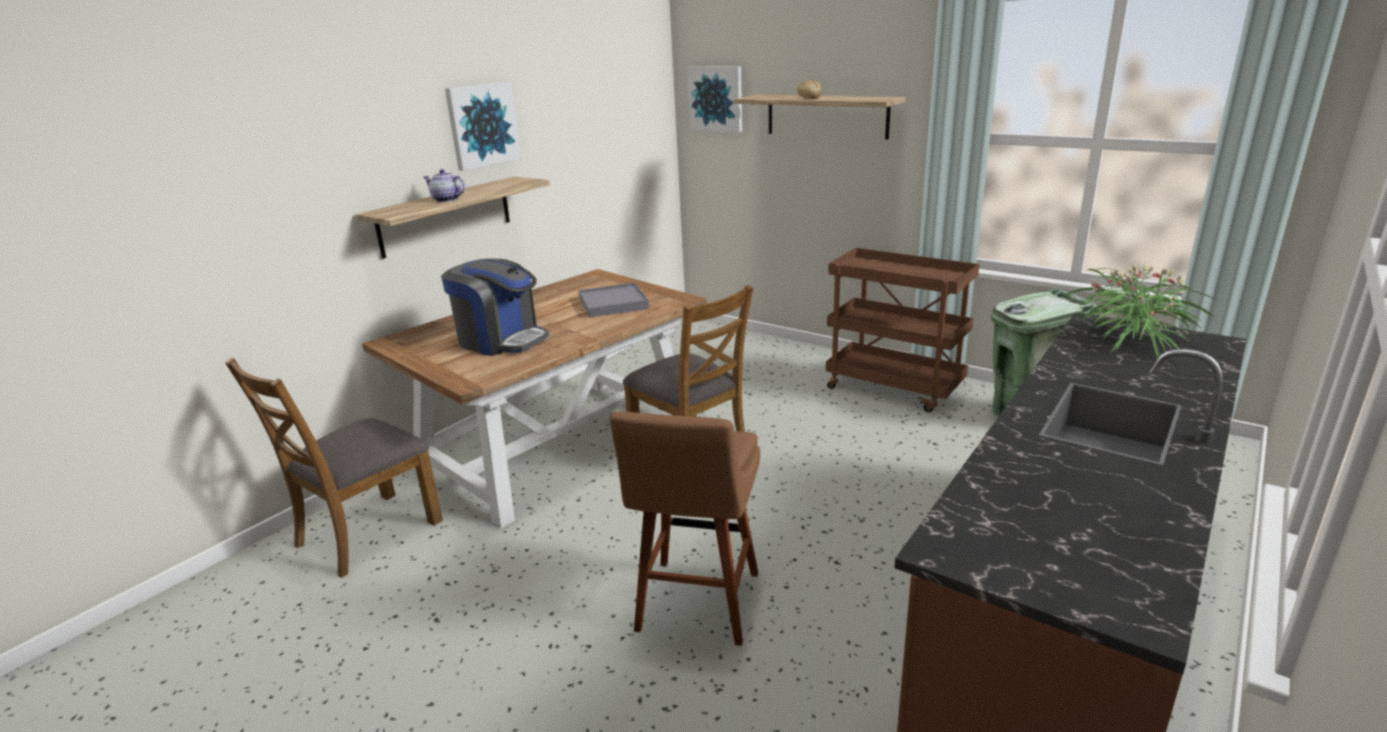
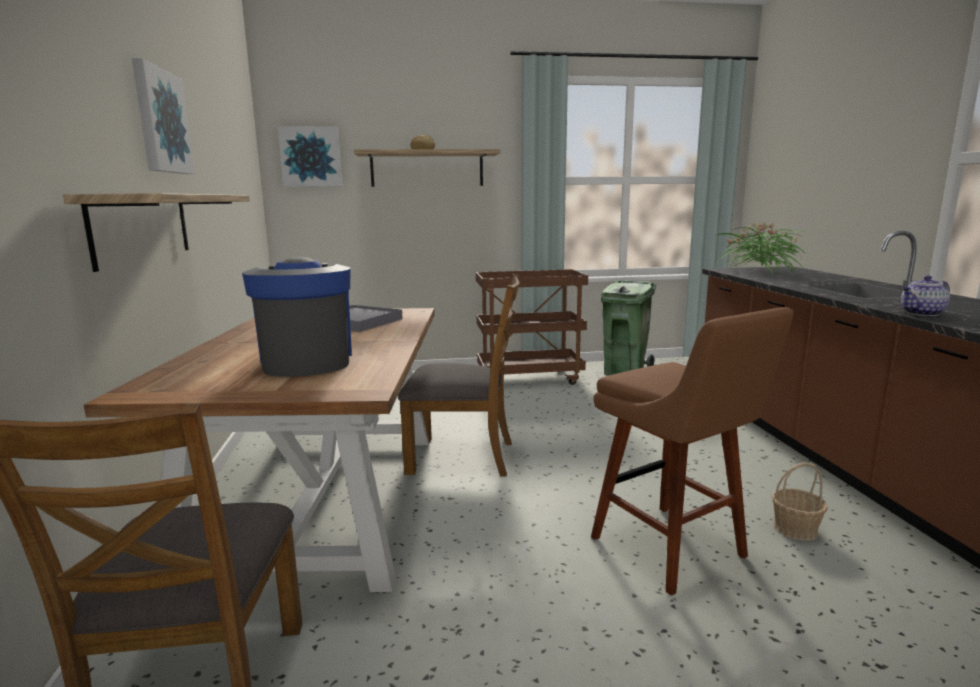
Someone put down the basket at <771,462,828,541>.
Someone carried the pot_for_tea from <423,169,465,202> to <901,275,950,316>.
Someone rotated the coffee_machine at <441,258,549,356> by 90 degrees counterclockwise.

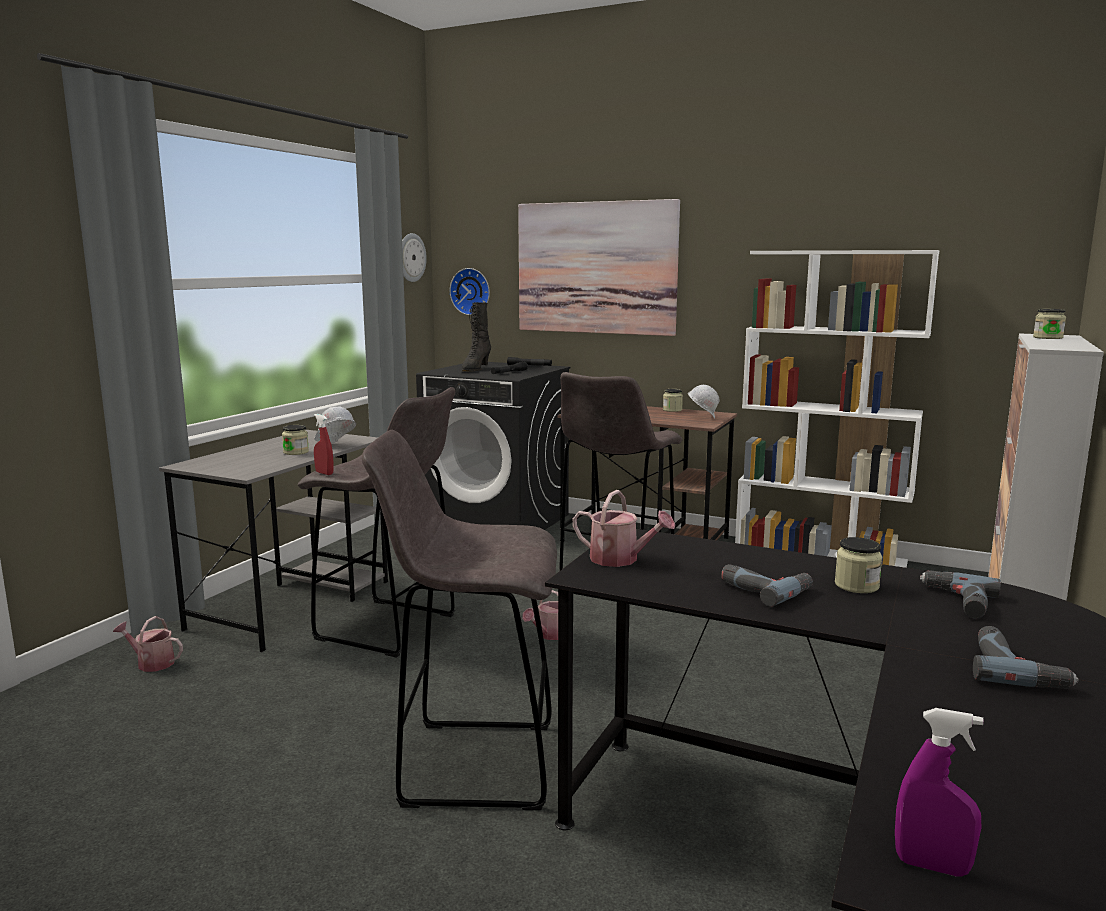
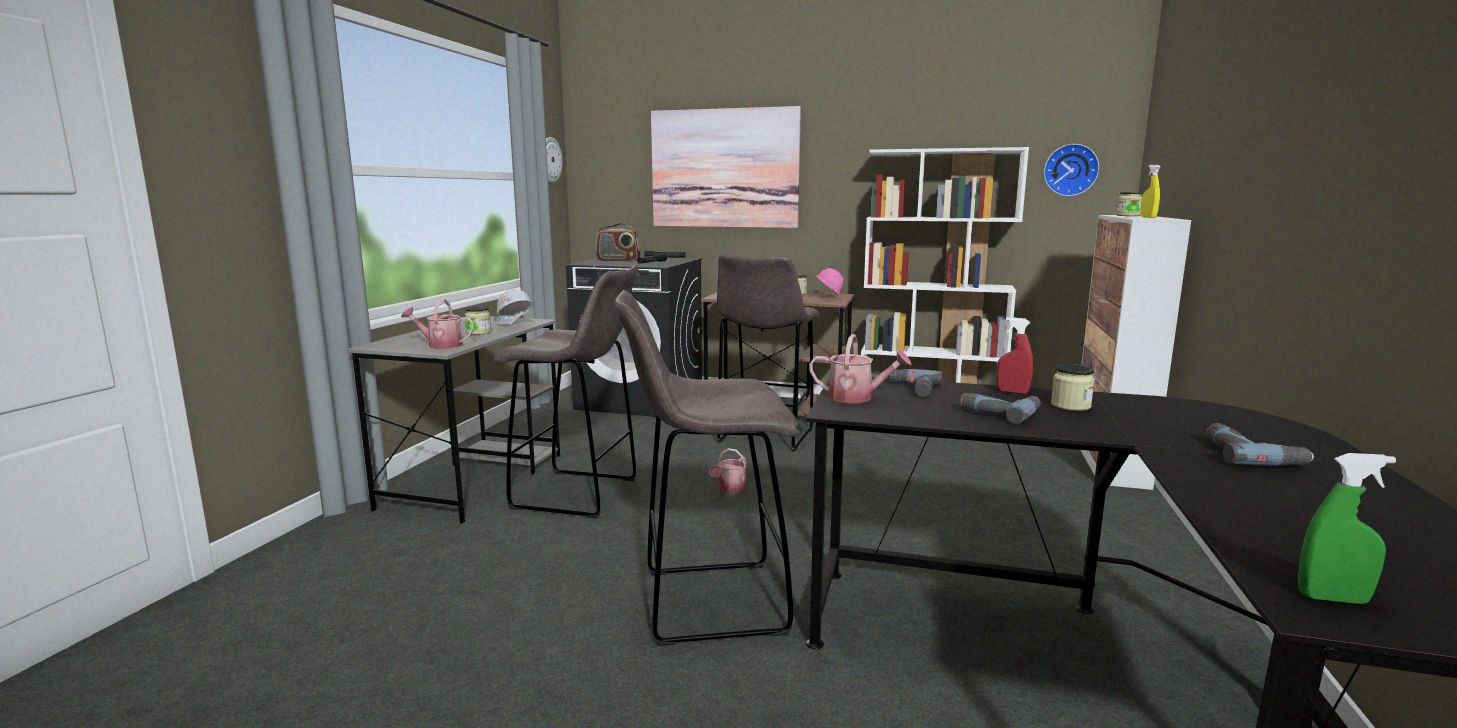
Someone put down the yellow_sprayer at <1140,165,1160,218>.
Someone carried the watering_pot from <113,616,183,672> to <401,299,474,349>.
Someone carried the red-coloured_sprayer from <314,414,334,475> to <997,317,1033,394>.
Someone carried the clock_on_the_wall from <450,268,490,315> to <1044,144,1099,196>.
Someone carried the power_drill from <920,570,1001,618> to <887,369,942,397>.
Someone swapped the black-coloured_high-top_boot at <462,302,491,371> for the radio_receiver at <596,223,641,262>.
Someone repainted the white_work_helmet at <688,385,720,418>, which became the pink-coloured_work_helmet at <816,268,843,297>.
Someone repainted the purplish_sprayer at <895,708,983,876>, which became the green_sprayer at <1298,453,1396,604>.

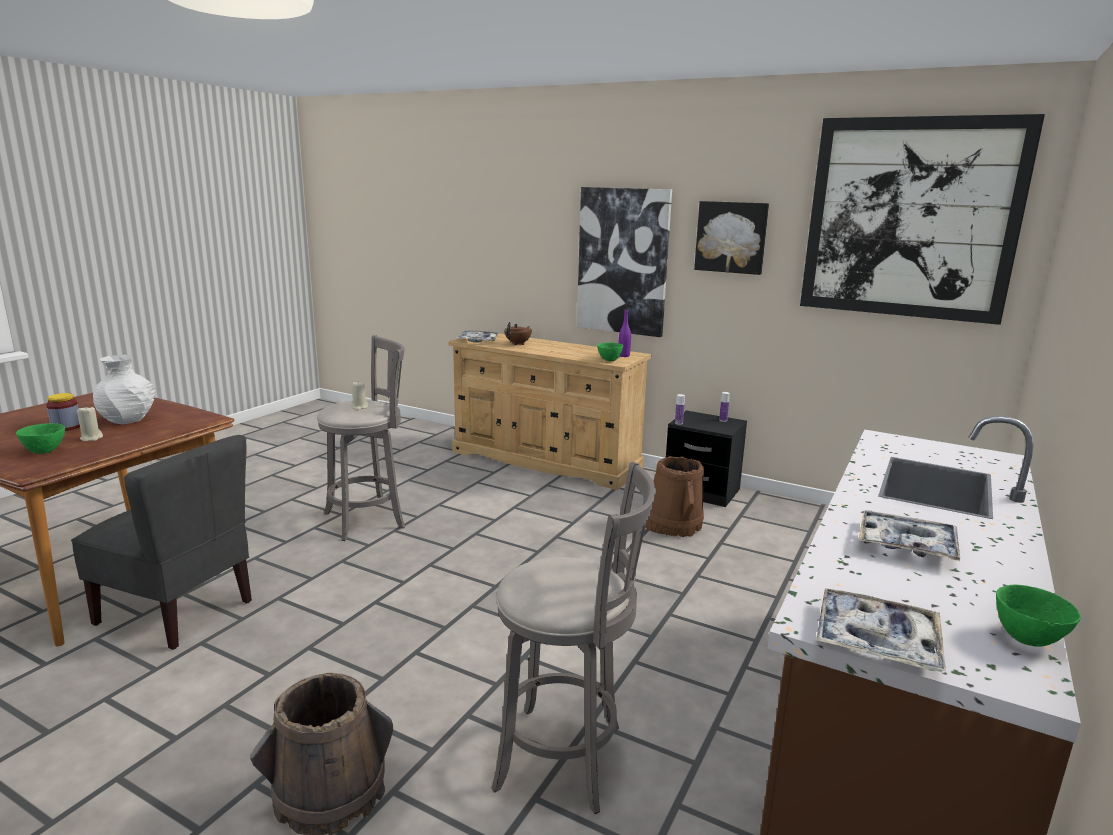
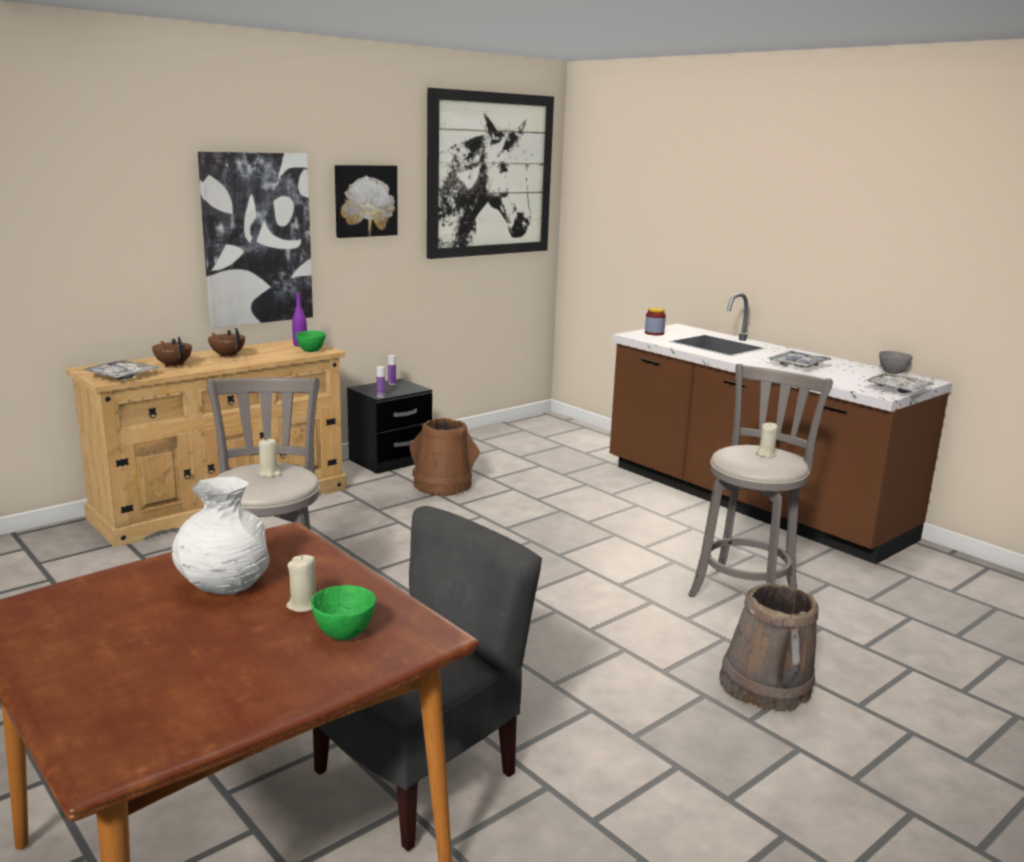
Someone put down the brown_pot_for_tea at <208,328,245,358>.
Someone put down the beige-coloured_candle at <756,422,778,458>.
Someone carried the storage_jar from <46,393,80,431> to <645,307,666,335>.
Someone repainted the green_serving_bowl at <996,585,1081,647>, which became the greyish_serving_bowl at <879,351,913,374>.

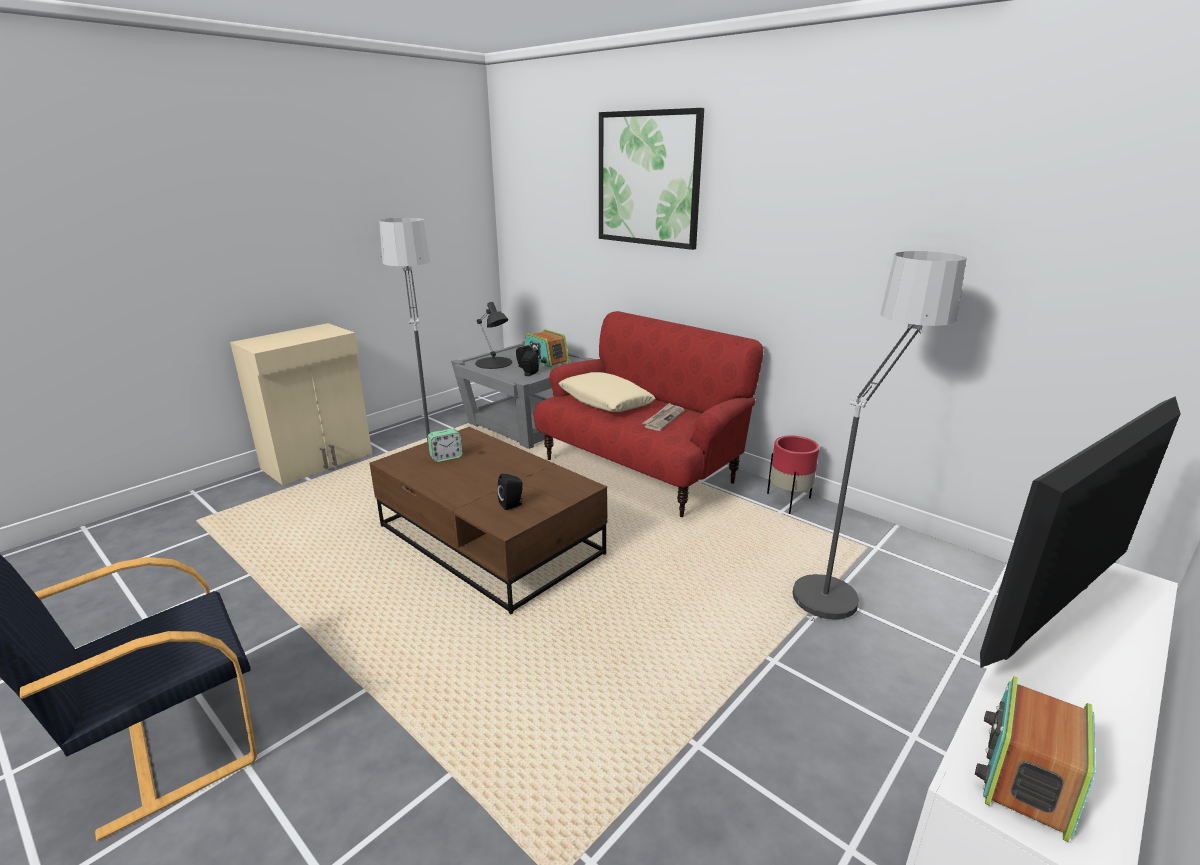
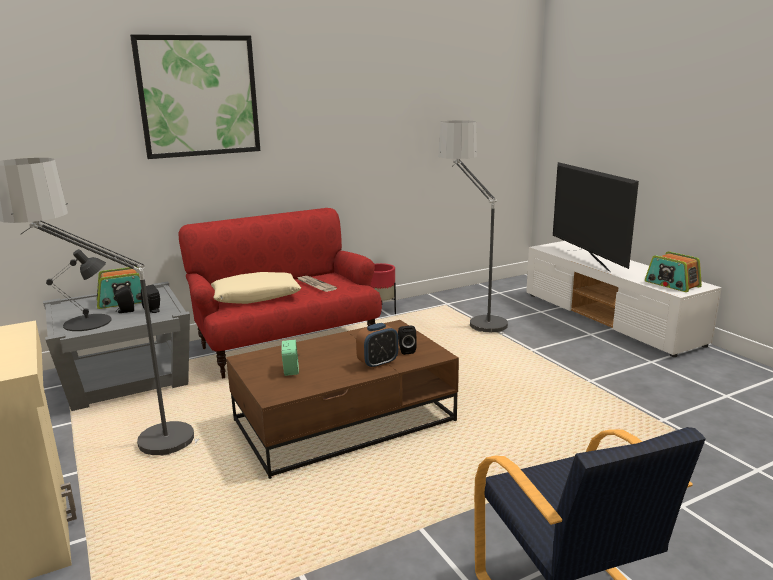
Someone put down the table_clock at <356,323,398,369>.

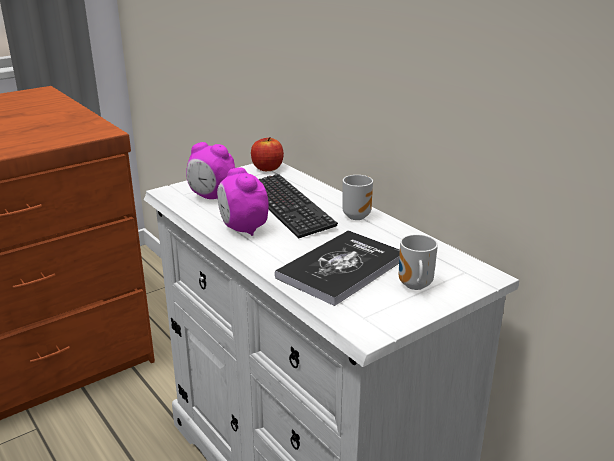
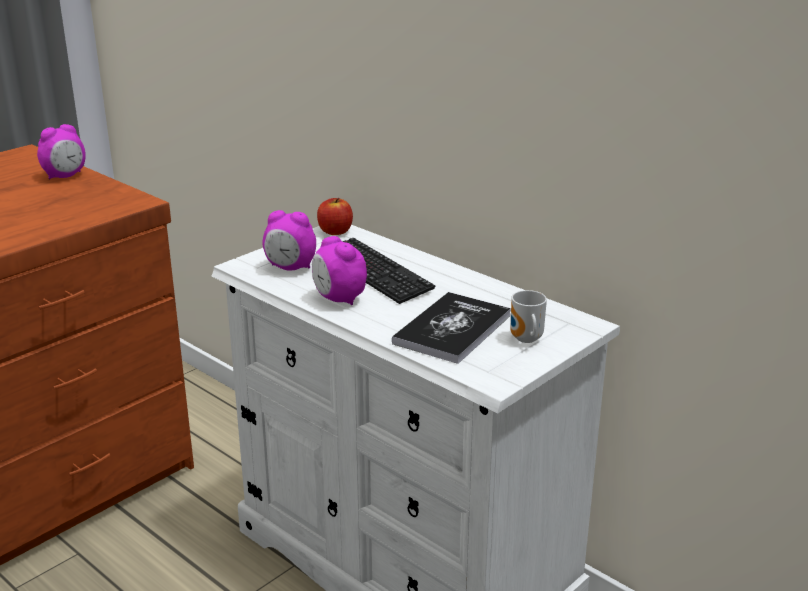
Someone took away the tea_mug at <342,175,373,220>.
Someone put down the table_clock at <37,124,86,179>.

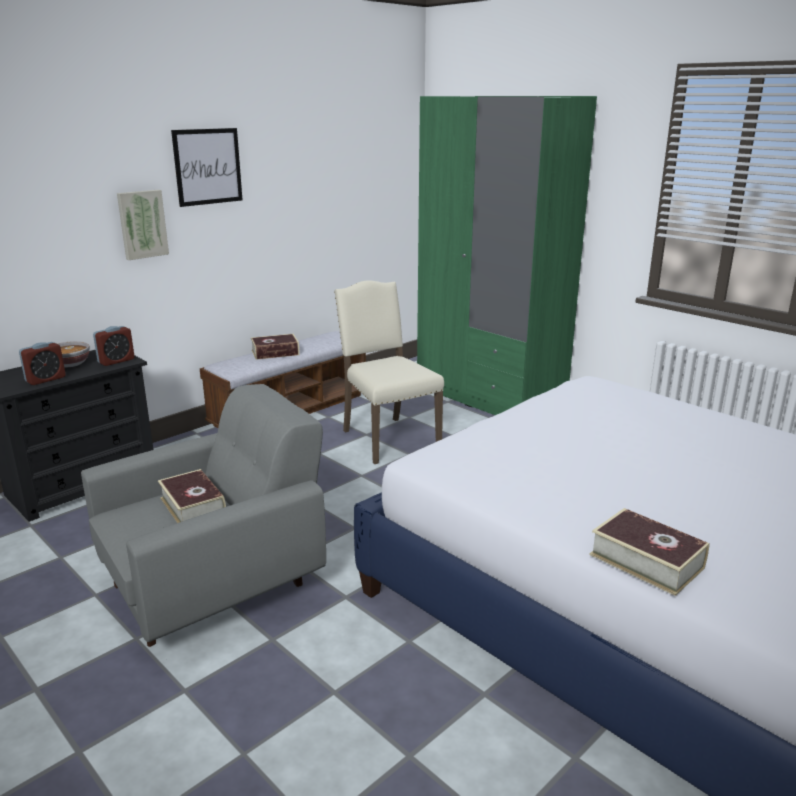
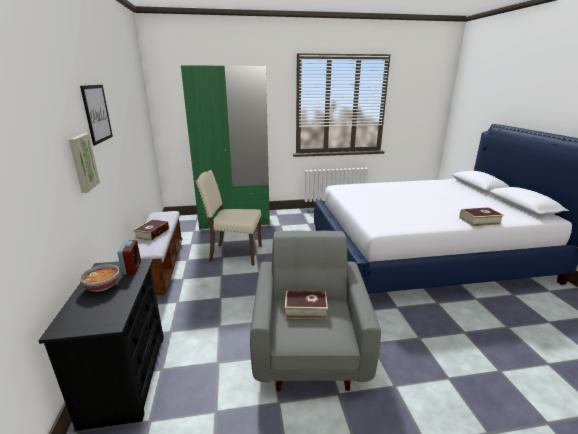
Someone took away the table_clock at <19,342,66,385>.

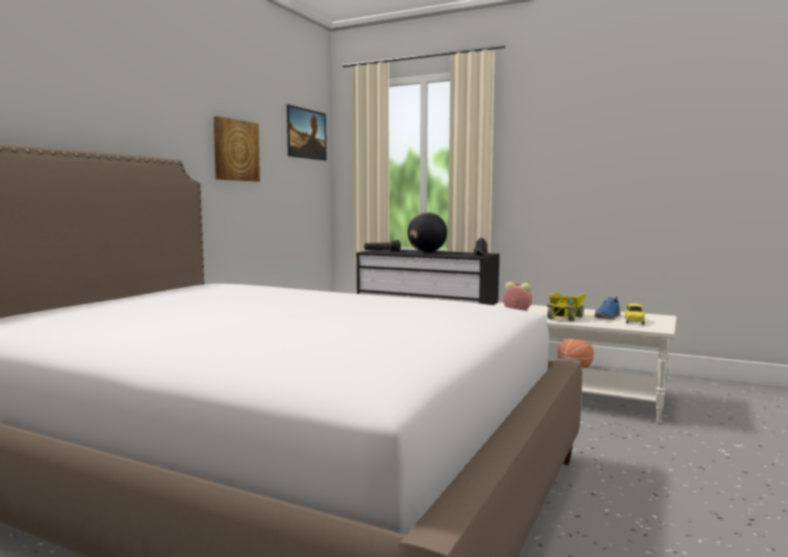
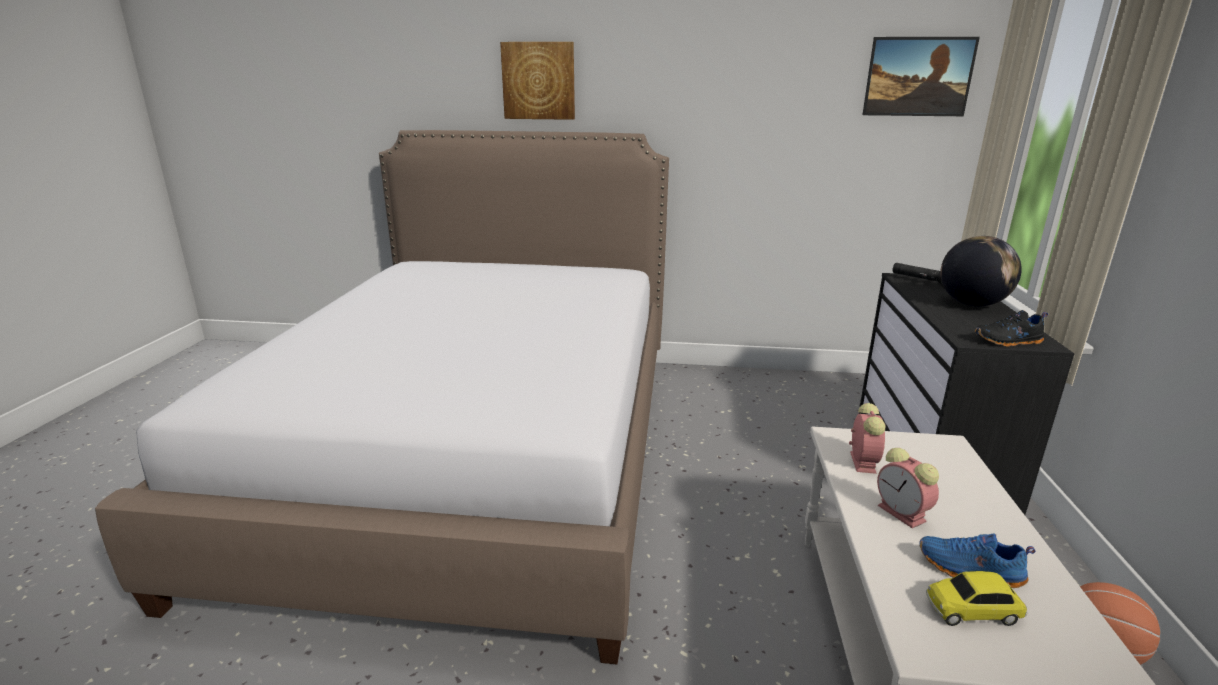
Someone carried the wall_picture from <214,116,260,181> to <500,42,575,120>.
Someone swapped the model_truck at <547,291,585,321> for the table_clock at <877,448,939,528>.

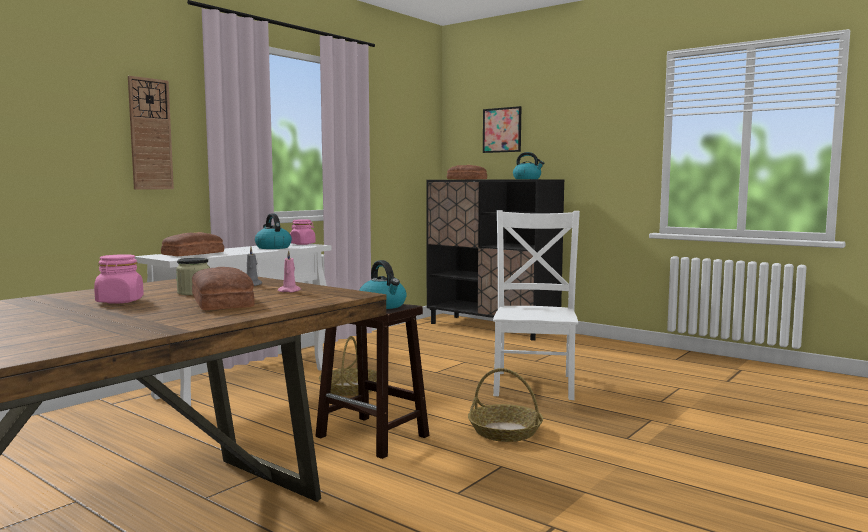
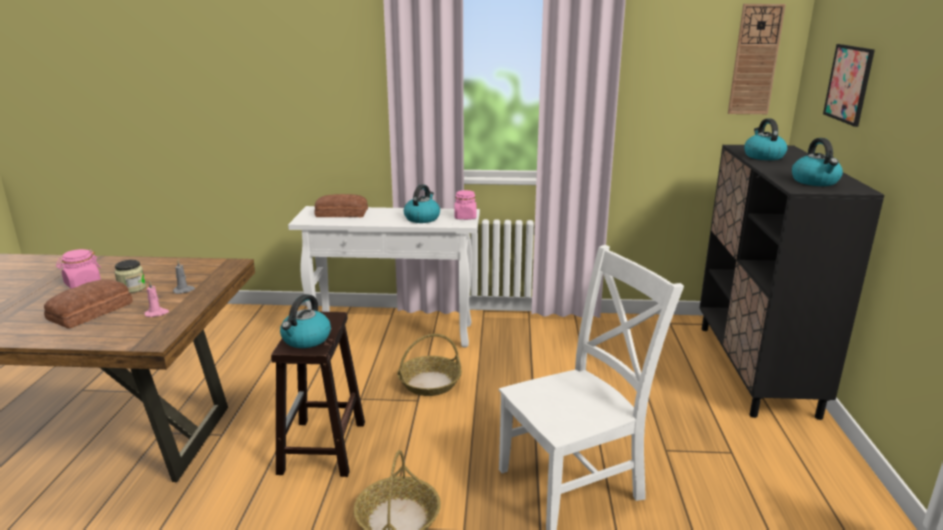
Someone carried the clock_on_the_wall from <128,76,174,190> to <728,4,786,114>.
Someone swapped the bakery_bread at <447,165,487,179> for the tea_kettle at <744,118,787,160>.

